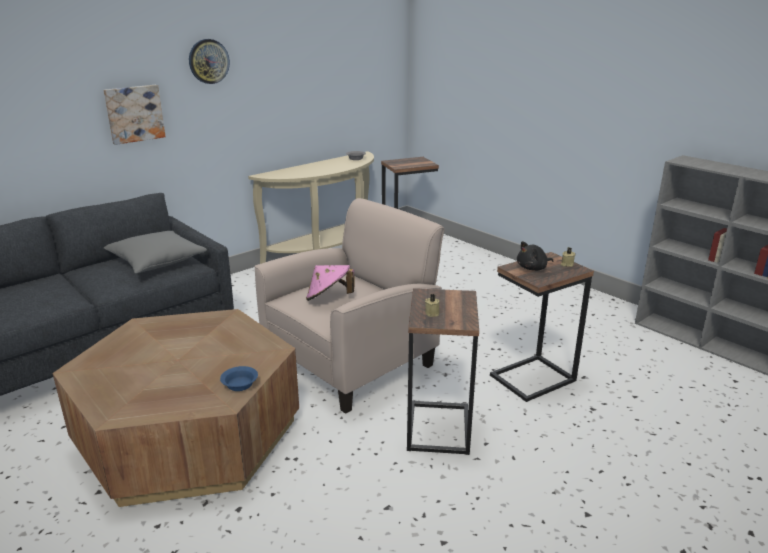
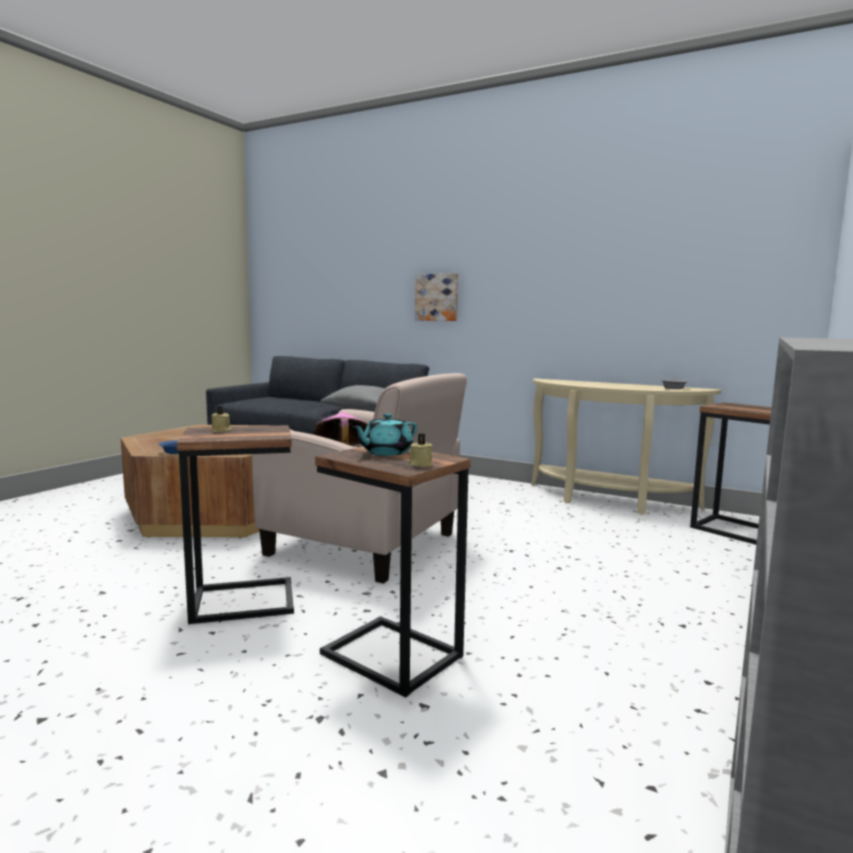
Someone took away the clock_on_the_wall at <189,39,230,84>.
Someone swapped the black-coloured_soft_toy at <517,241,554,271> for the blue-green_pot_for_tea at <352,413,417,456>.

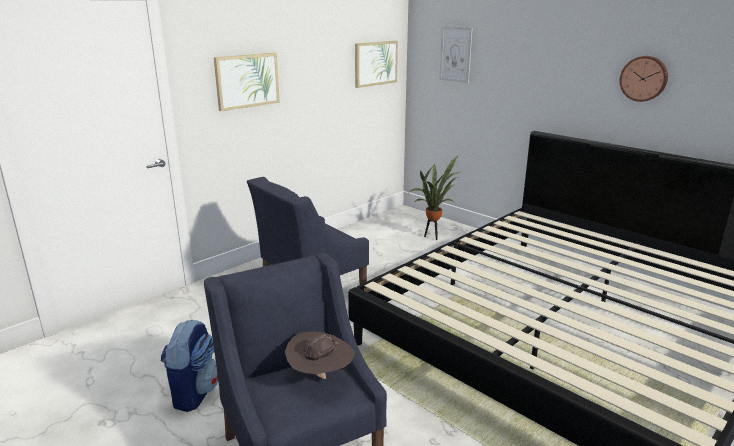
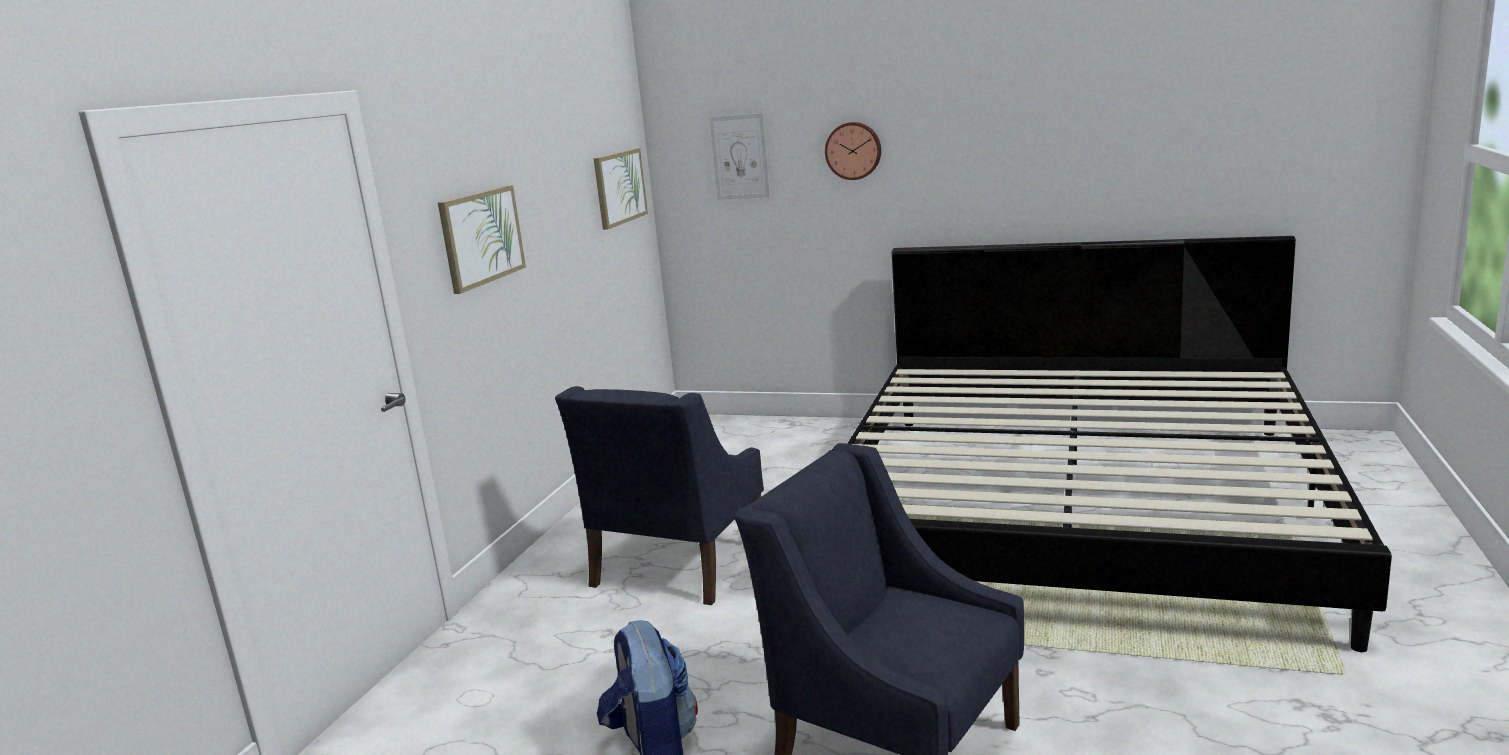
Someone took away the brown_clothing_hat at <285,331,355,379>.
Someone took away the houseplant at <410,156,460,240>.
Someone carried the clock_on_the_wall from <619,56,668,102> to <825,122,881,180>.

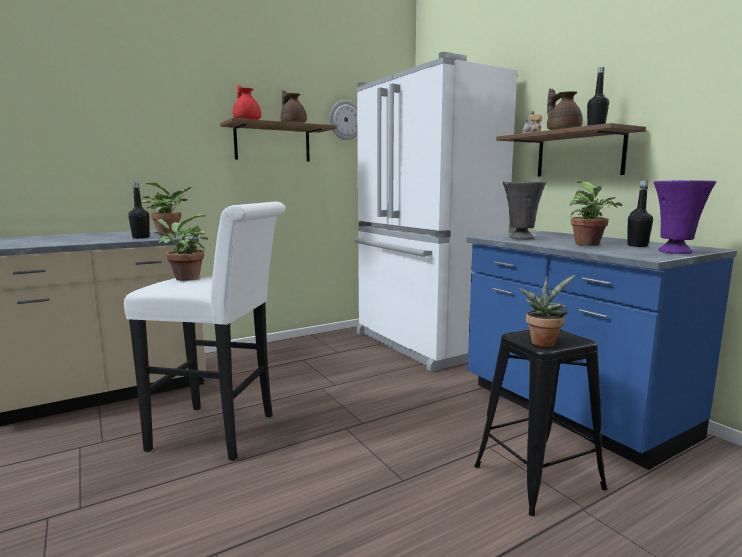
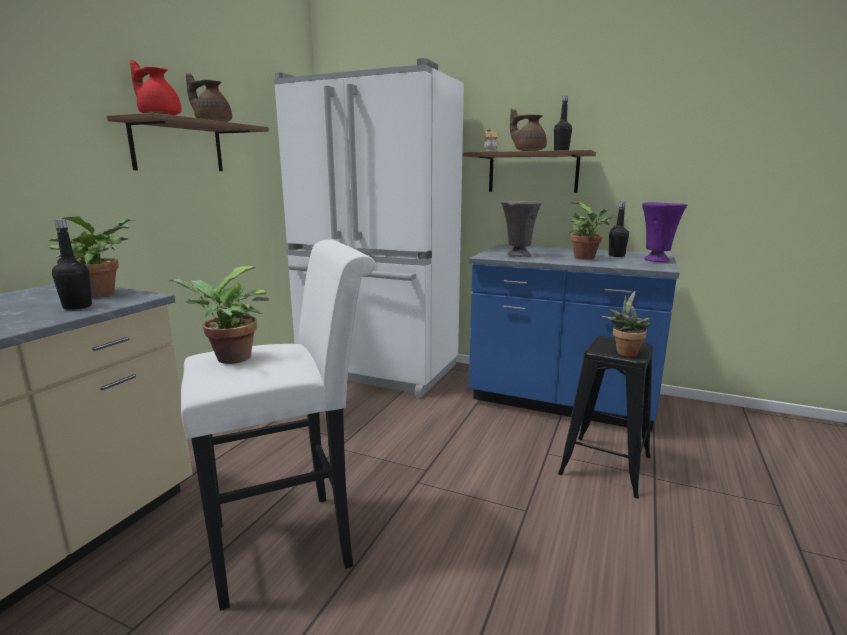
Someone took away the clock_on_the_wall at <329,100,357,140>.

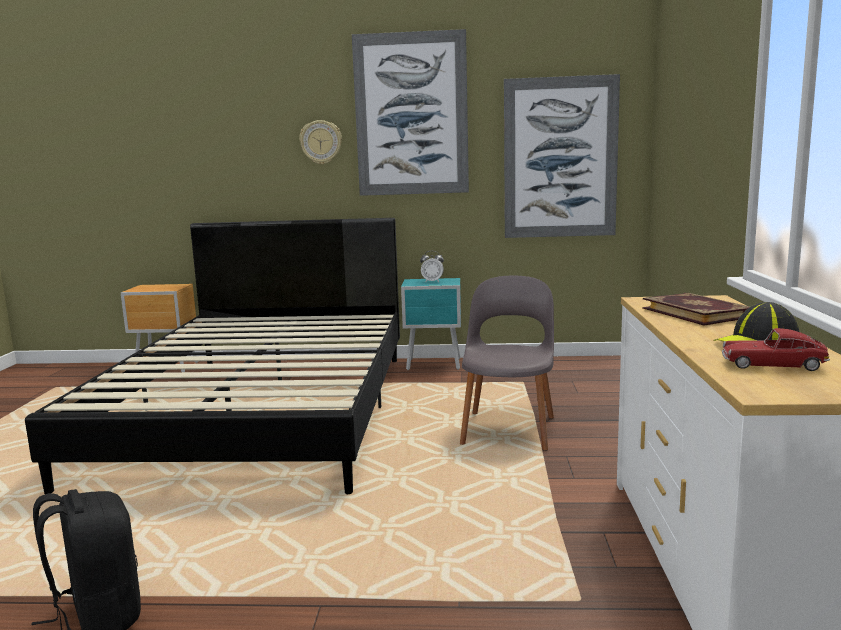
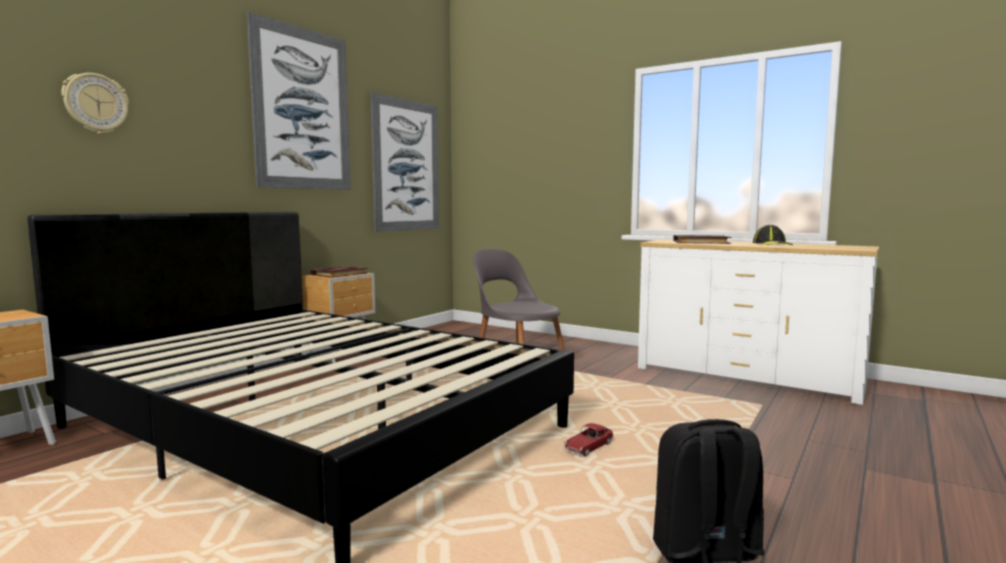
Someone carried the clock_on_the_wall from <299,120,342,165> to <61,73,129,134>.
Someone carried the miniature_car from <722,328,830,371> to <564,423,614,456>.
Someone swapped the table_clock at <420,251,444,282> for the book at <311,266,368,278>.
Someone repainted the blue-green_bedside_table at <401,278,461,370>, which became the brown_bedside_table at <302,273,375,363>.

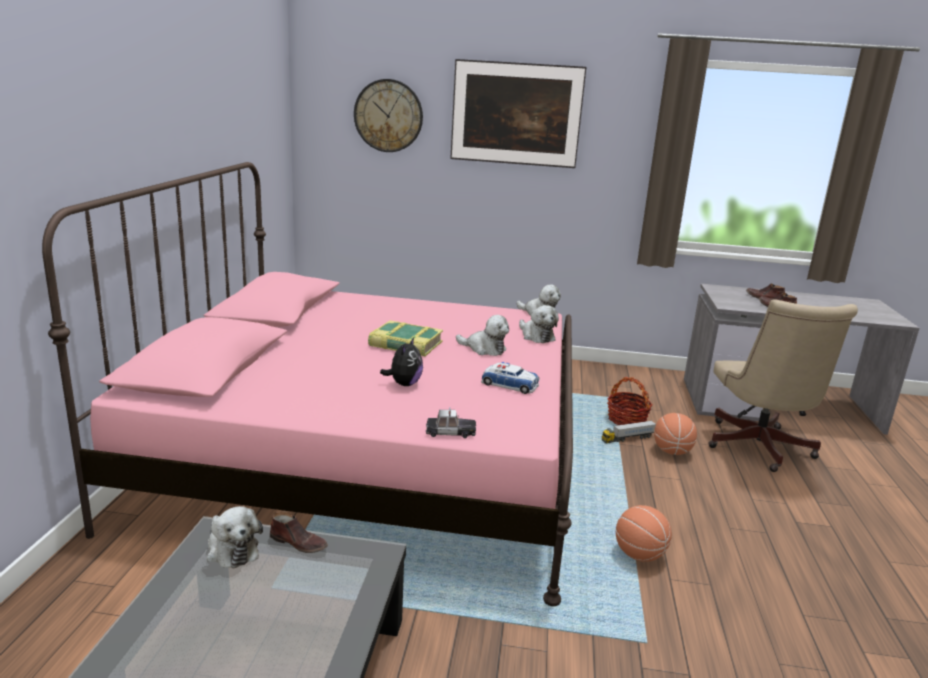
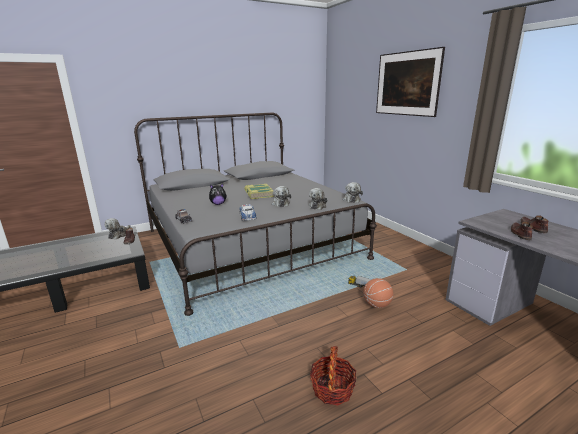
Someone took away the clock_on_the_wall at <354,79,423,152>.
Someone took away the basketball_ball at <616,505,672,562>.
Someone took away the beige-coloured_computer_chair at <708,299,858,472>.
Someone carried the basket from <607,377,653,425> to <310,346,356,406>.
Someone repainted the pink-coloured_bedroom_bed at <42,162,573,606>, which became the greyish_bedroom_bed at <134,113,377,316>.

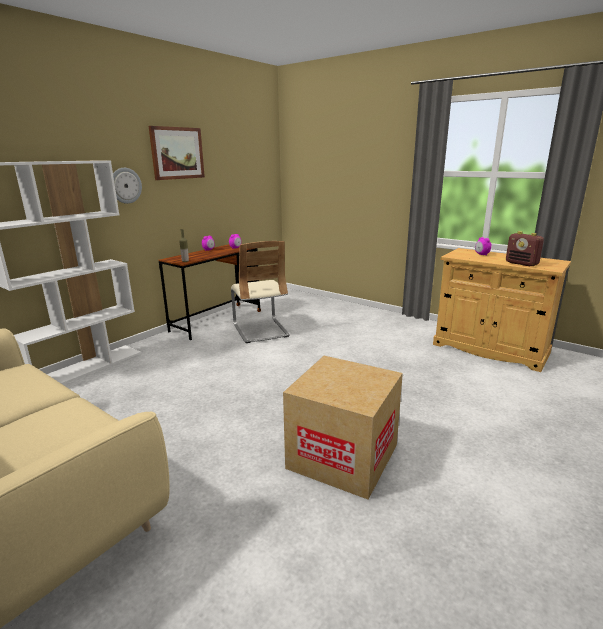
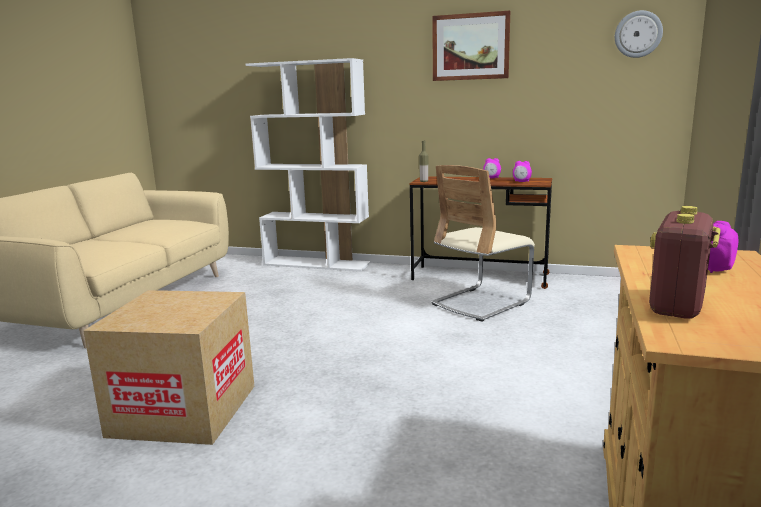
Someone carried the clock_on_the_wall from <113,168,142,204> to <615,10,663,58>.

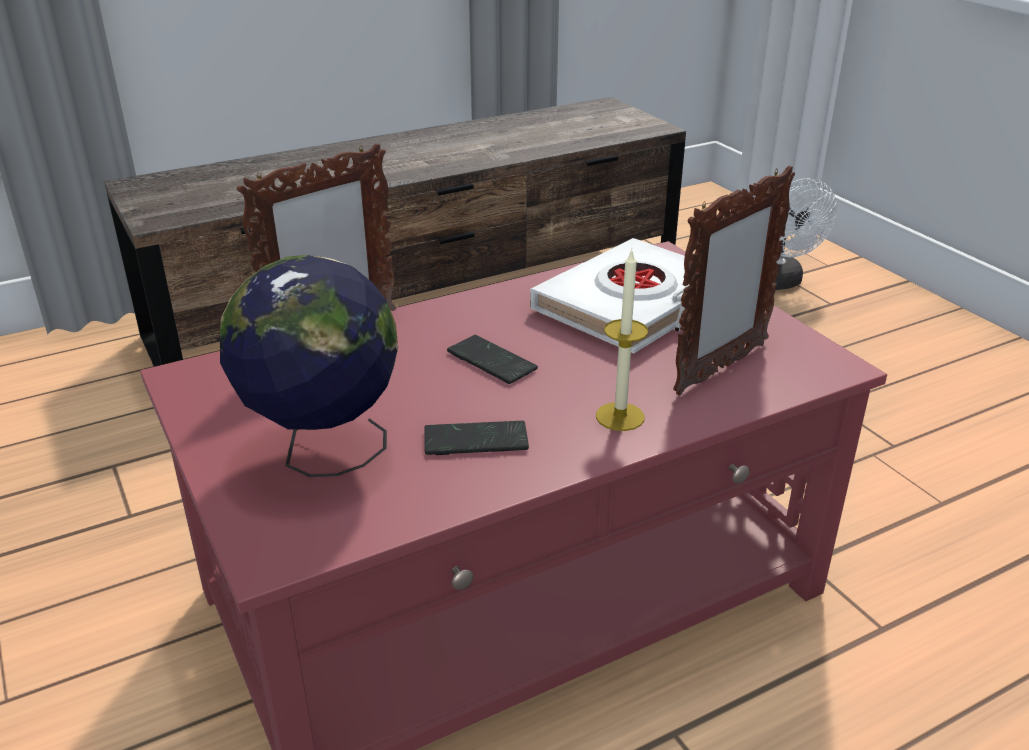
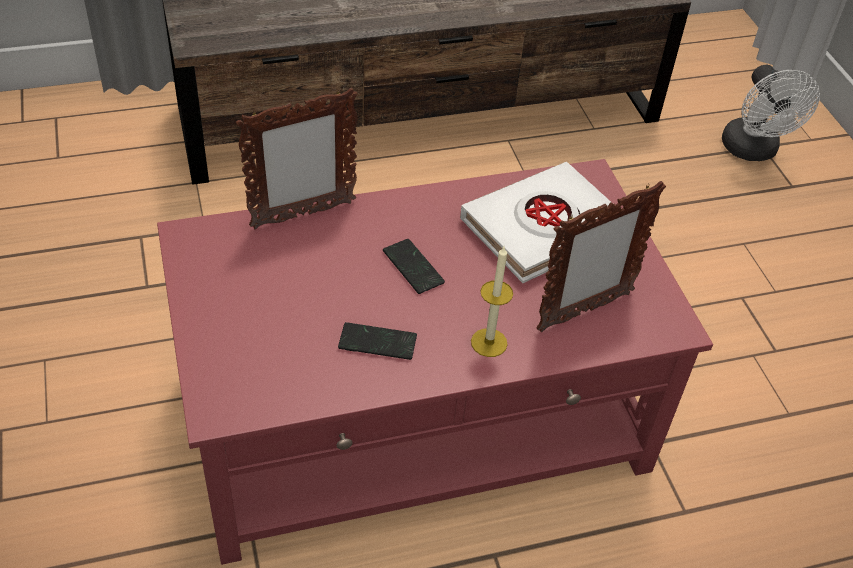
Someone took away the desk_globe at <220,255,398,477>.

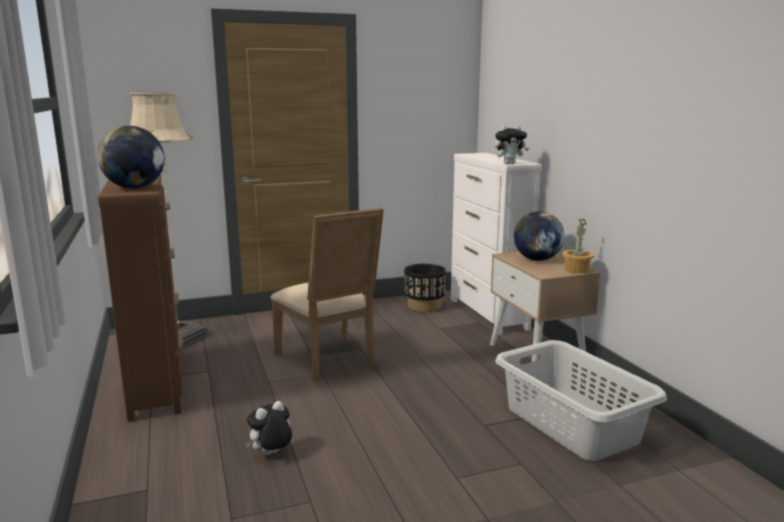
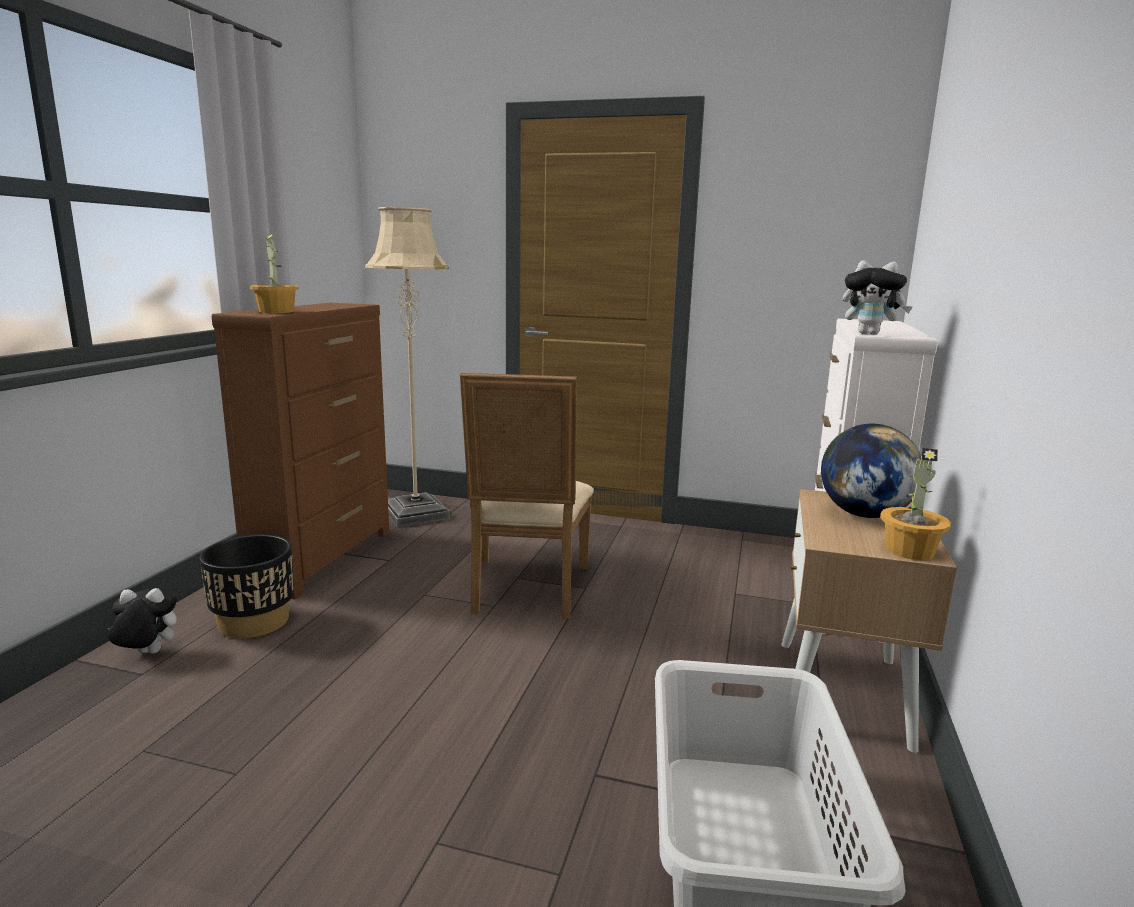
Someone carried the soft_toy from <246,401,292,455> to <108,588,177,654>.
Someone carried the black-coloured_flower_pot from <404,264,446,312> to <200,535,294,638>.
Someone swapped the desk_globe at <97,126,165,189> for the houseplant at <250,233,299,313>.

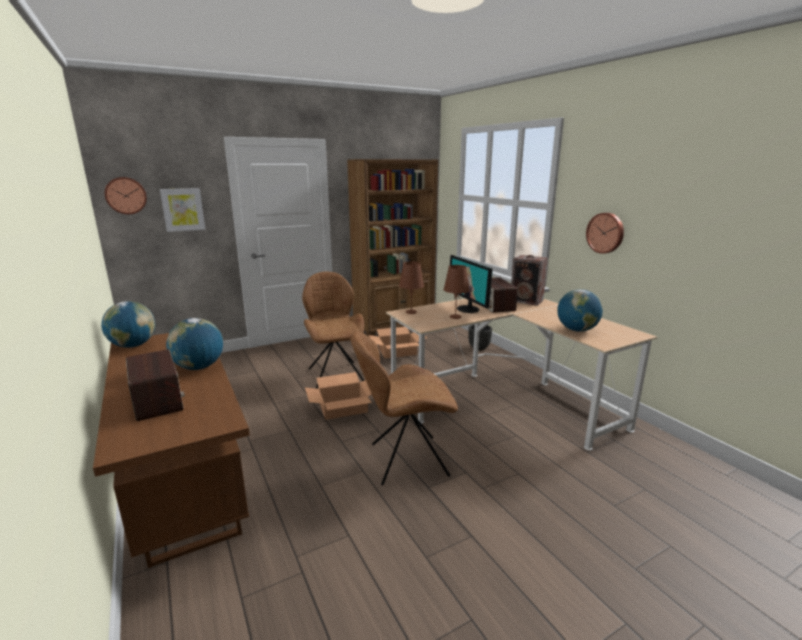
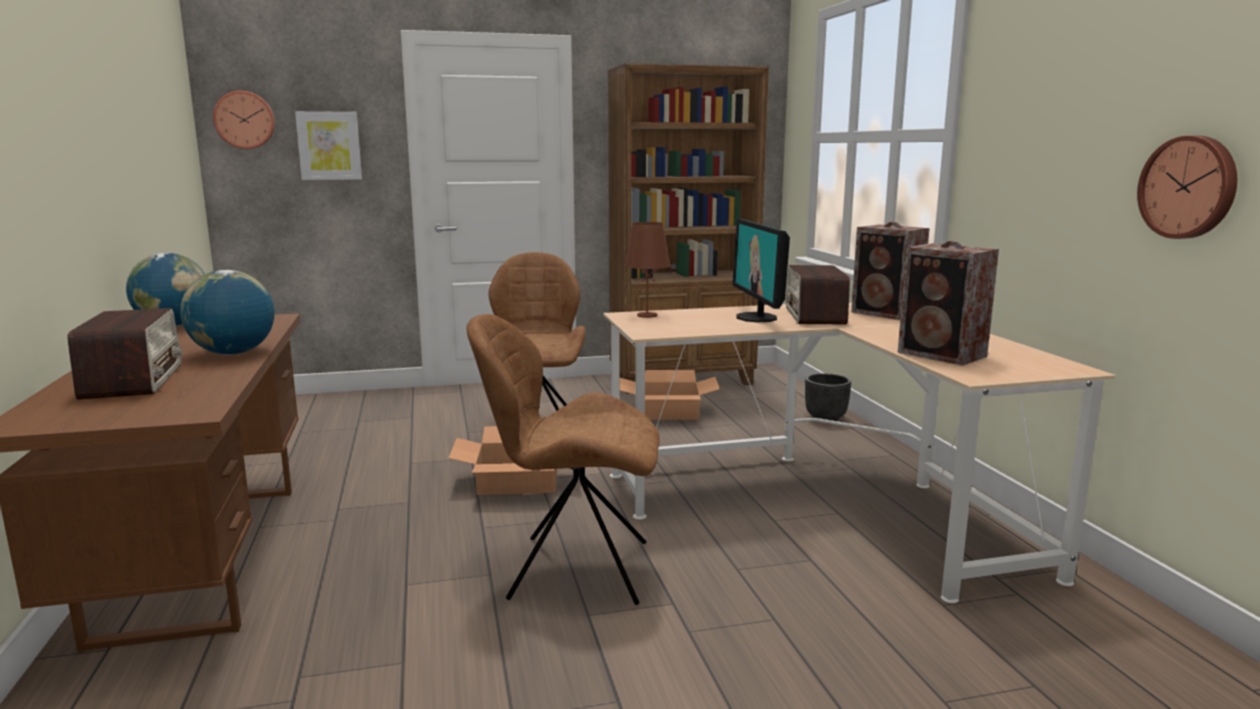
Someone took away the brown_lamp_for_a_table at <443,265,470,319>.
Someone carried the clock_on_the_wall from <586,213,624,254> to <1137,135,1237,239>.
Someone swapped the desk_globe at <557,289,603,332> for the loudspeaker at <898,241,999,366>.

